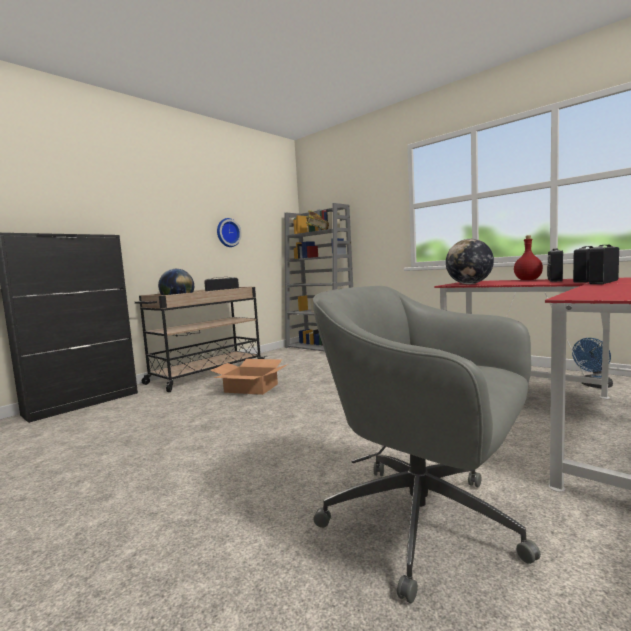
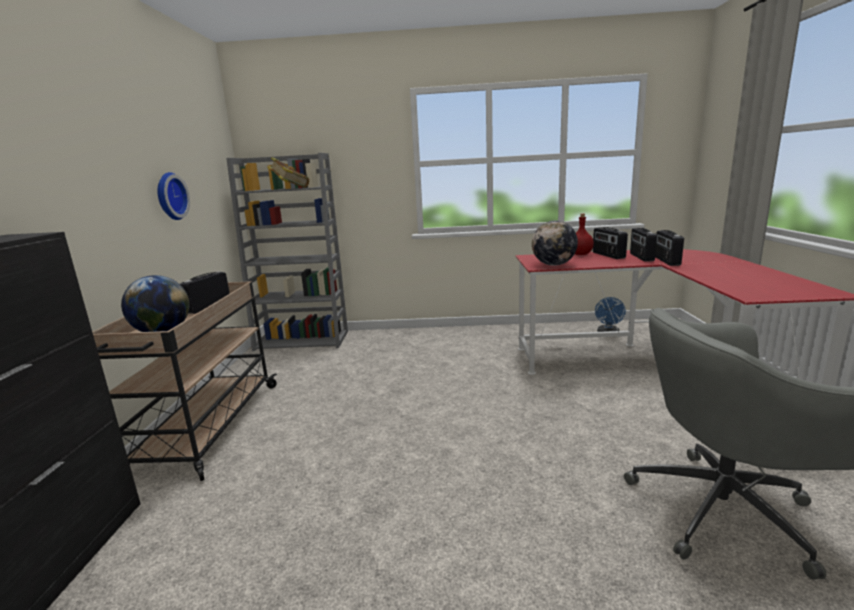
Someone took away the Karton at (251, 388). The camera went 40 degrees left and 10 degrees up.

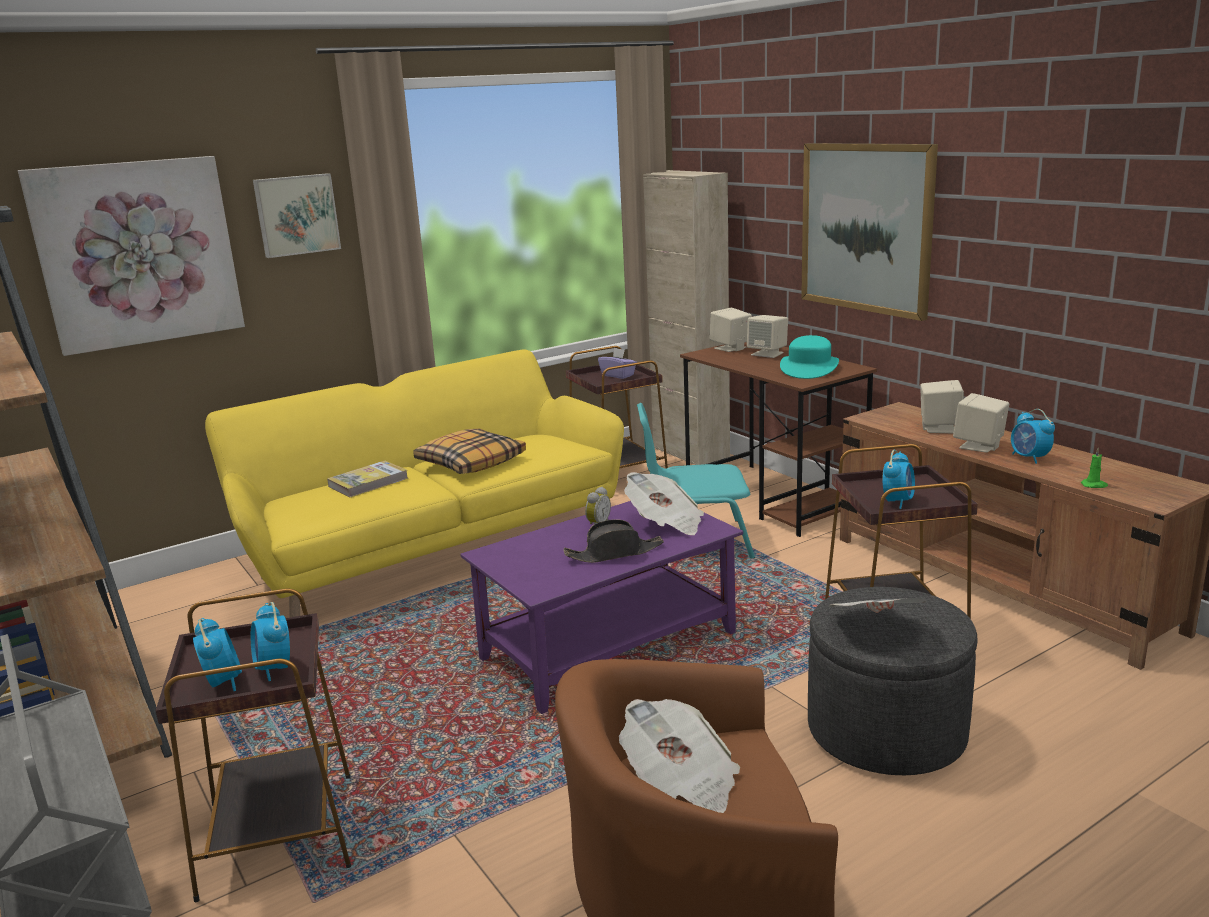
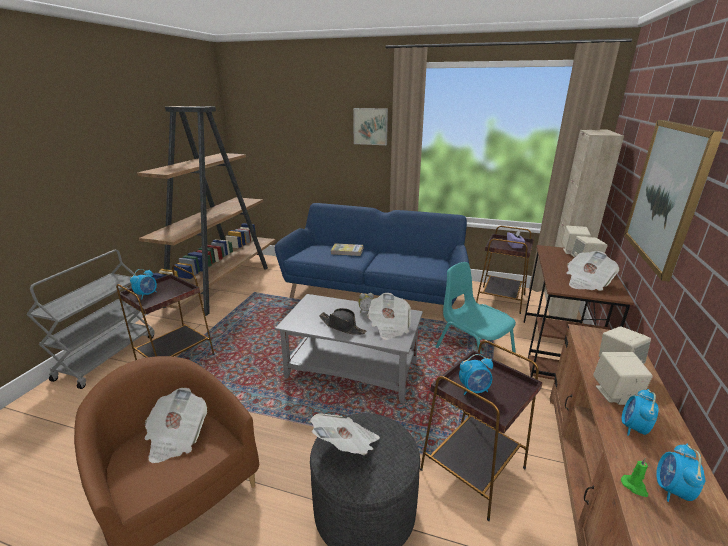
Someone repainted the Sofa (gelb) at (431, 552), which became the Sofa (blau) at (374, 292). Someone repainted the Couchtisch (lila) at (610, 645), which became the Couchtisch (grau) at (353, 370). Someone swapped the Hut (türkis) at (809, 368) for the Zeitung at (586, 282). Someone carried the Wecker from (274, 669) to (671, 490). Someone took away the Bild at (138, 253). Someone took away the Kissen at (470, 462). The camera went 50 degrees right and 5 degrees up.

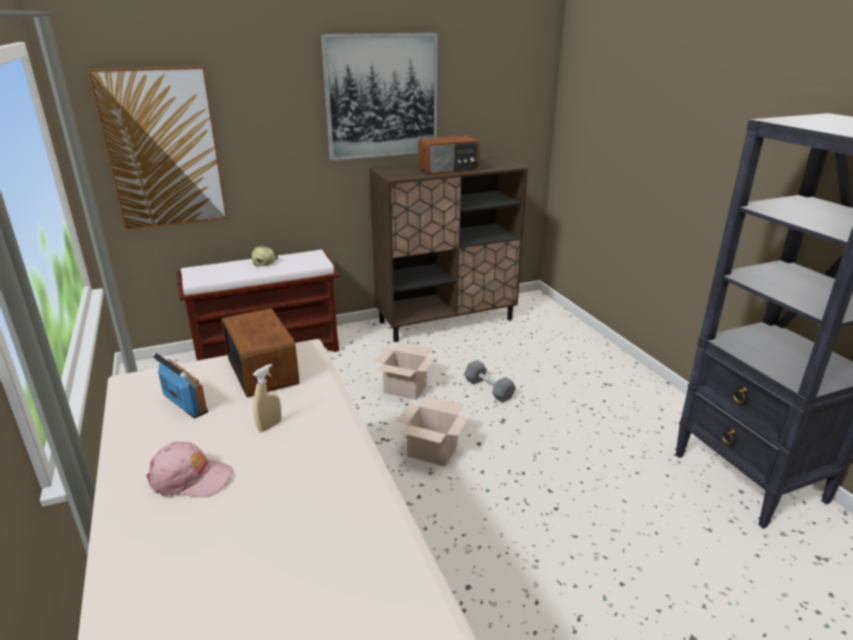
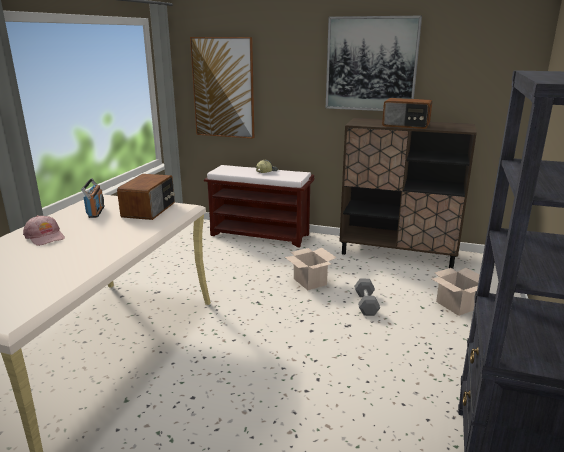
Someone carried the Karton from (431, 451) to (455, 305). Someone took away the Sprühflasche (beige) at (269, 426). The camera went 40 degrees right and 5 degrees down.

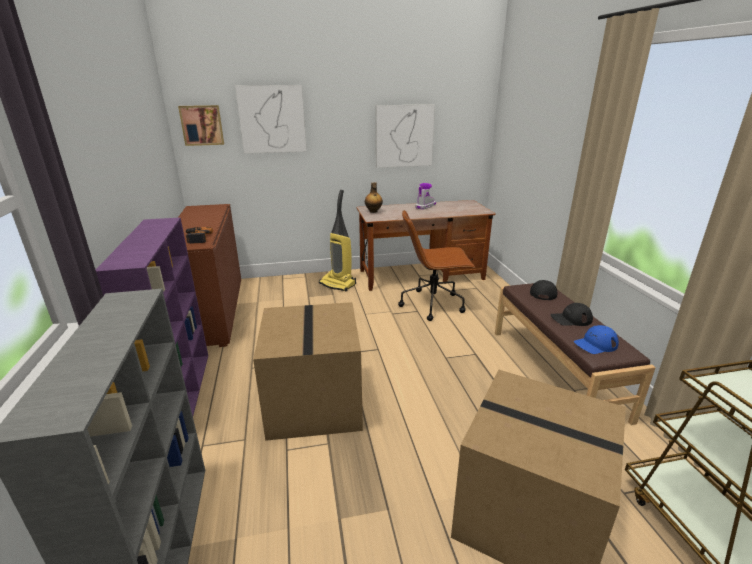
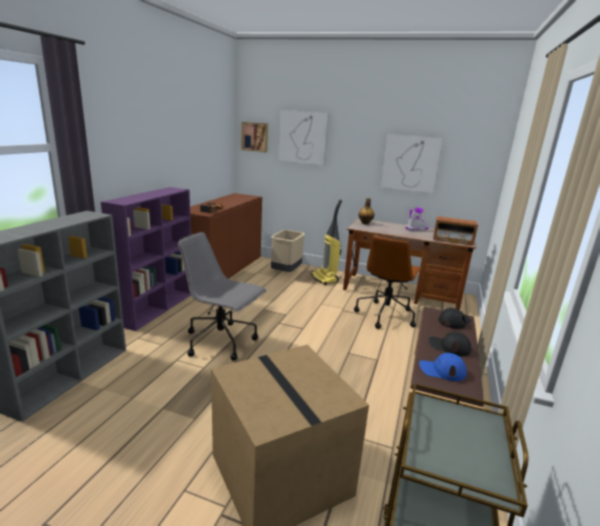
Someone swapped the Karton at (313, 402) for the Bürostuhl (grau) at (221, 342). Someone put down the Mülleimer (beige) at (286, 272). Someone rotated the Bürostuhl (braun) at (433, 304) by 90 degrees counterclockwise. Someone put down the Radio at (452, 240). The camera went 30 degrees right and 5 degrees down.

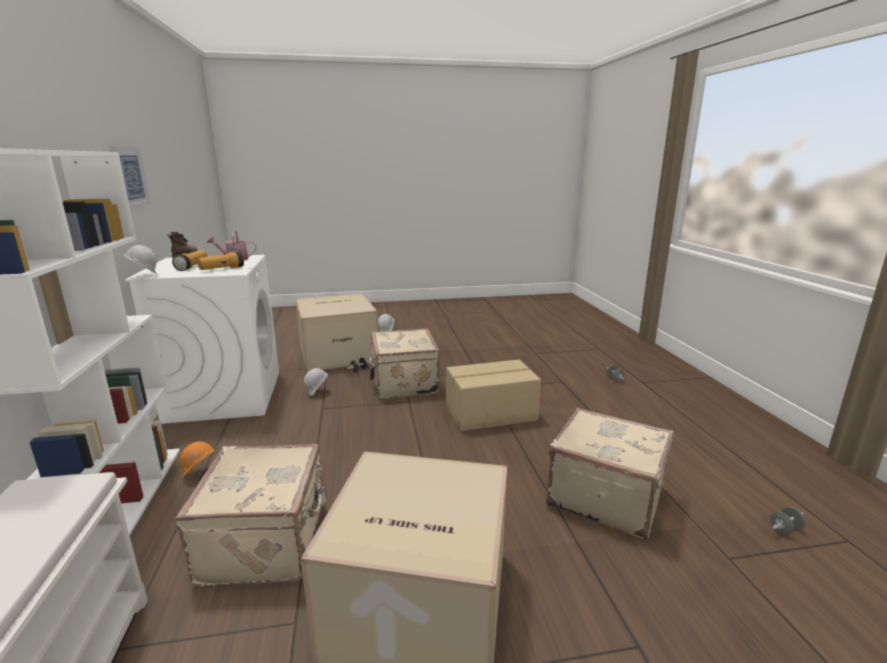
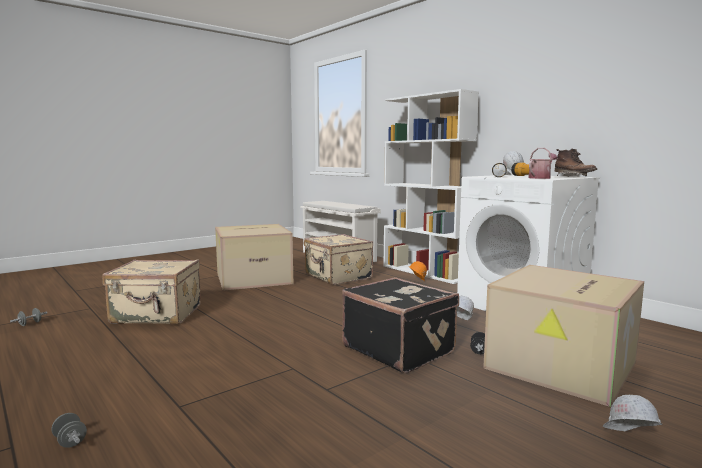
Someone repainted the Koffer (beige) at (403, 383), which became the Koffer (schwarz) at (399, 349). Someone took away the Bild at (129, 177). Someone took away the Karton at (491, 414). The camera went 150 degrees right and 10 degrees down.

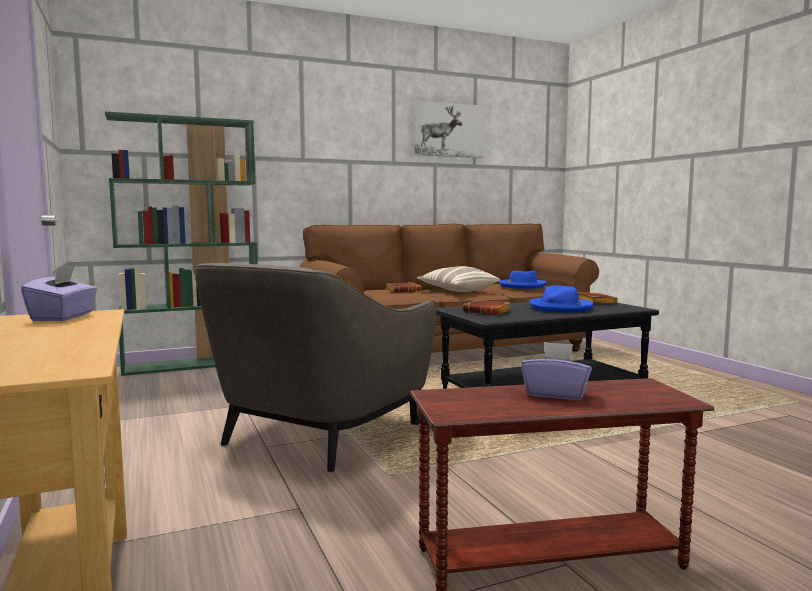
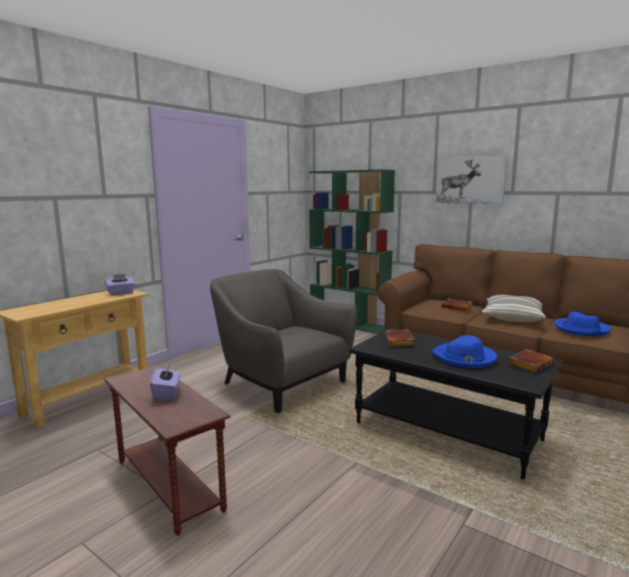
Someone rotated the Sessel (grau) at (318, 434) by 45 degrees clockwise. Someone carried the Bild from (448, 130) to (470, 180). The camera went 60 degrees right and 5 degrees up.

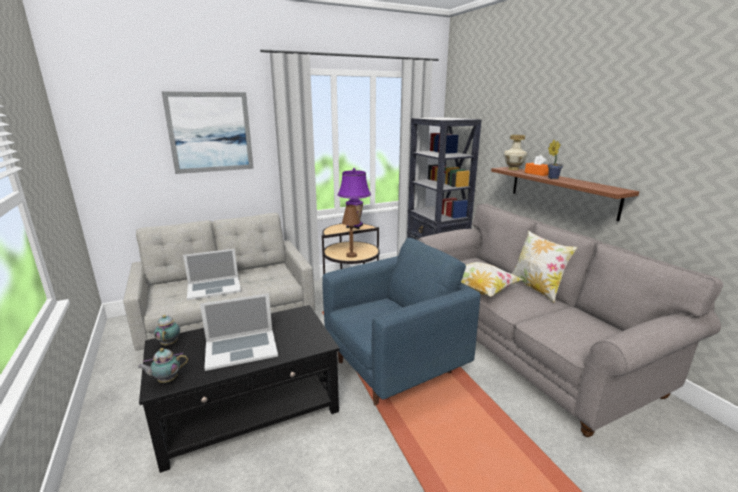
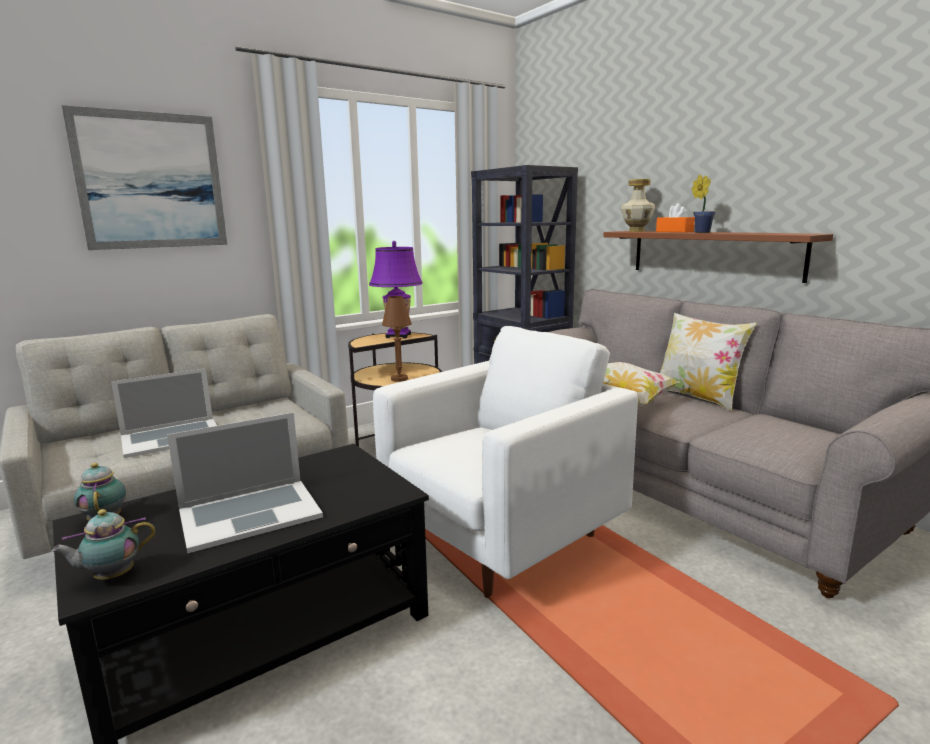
Someone repainted the Sessel (blau) at (394, 367), which became the Sessel (weiß) at (500, 539). The camera went 10 degrees left and 5 degrees down.

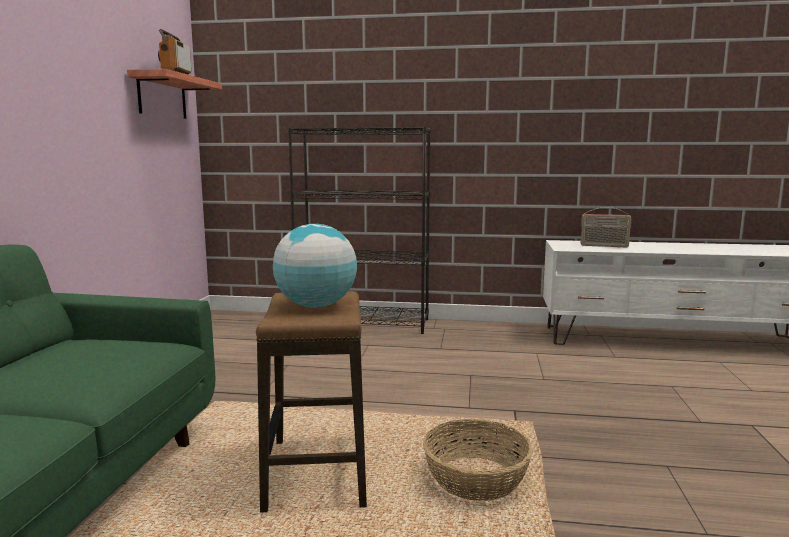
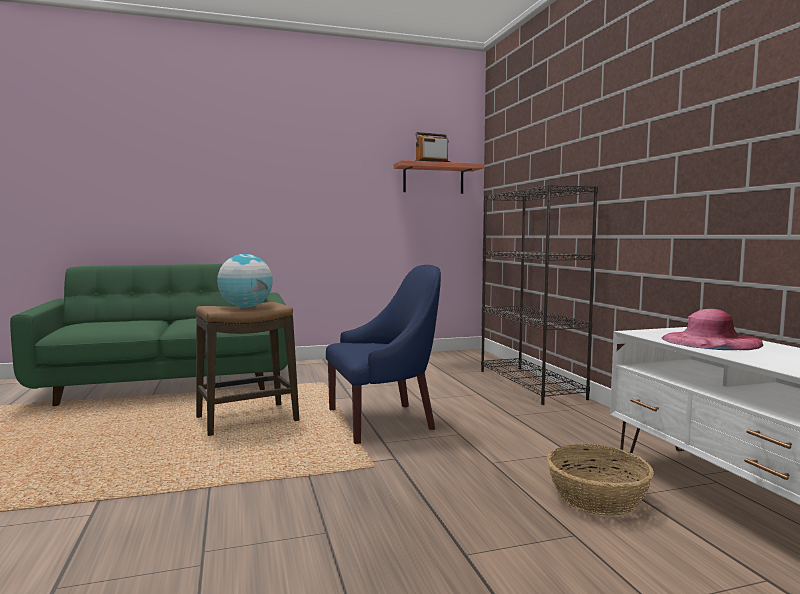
Someone put down the Sessel (blau) at (383, 421). Someone carried the Korb from (476, 479) to (598, 497). Someone swapped the Radio at (604, 246) for the Hut (rosa) at (710, 341). The camera went 65 degrees right and 5 degrees down.

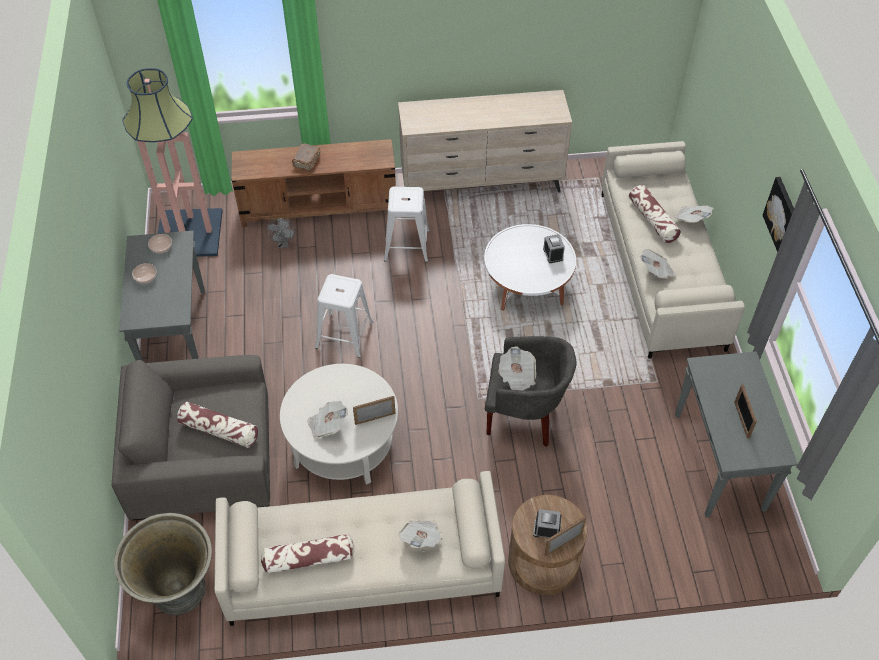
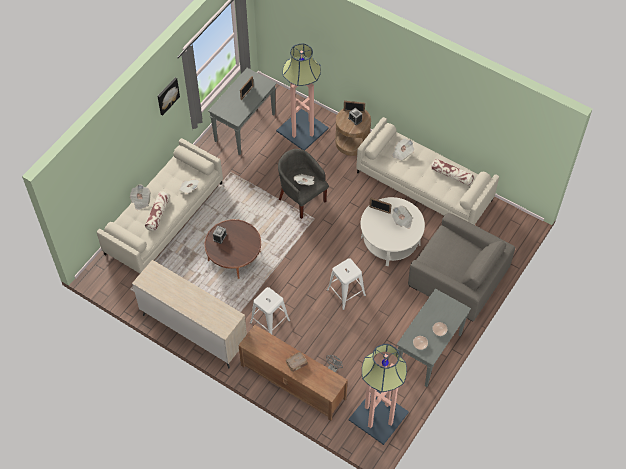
Someone repainted the Couchtisch (weiß) at (527, 284), which became the Couchtisch (braun) at (234, 256). Someone put down the Stehlampe at (302, 130). Someone took away the Pflanzkübel (grau) at (179, 592). Someone took away the Kissen at (219, 430). The camera went 140 degrees left and 5 degrees up.

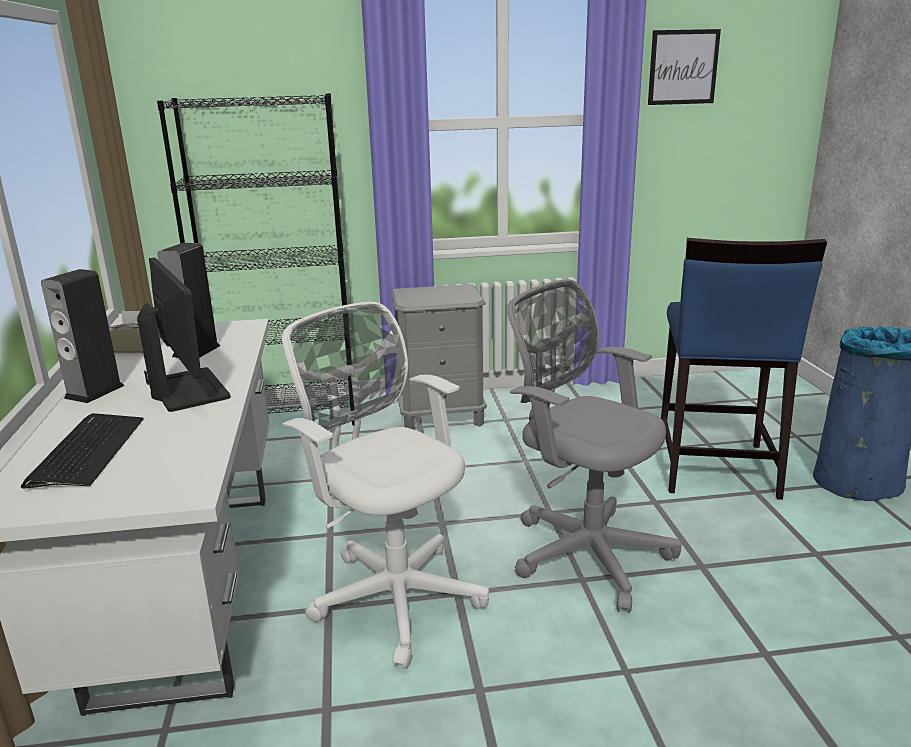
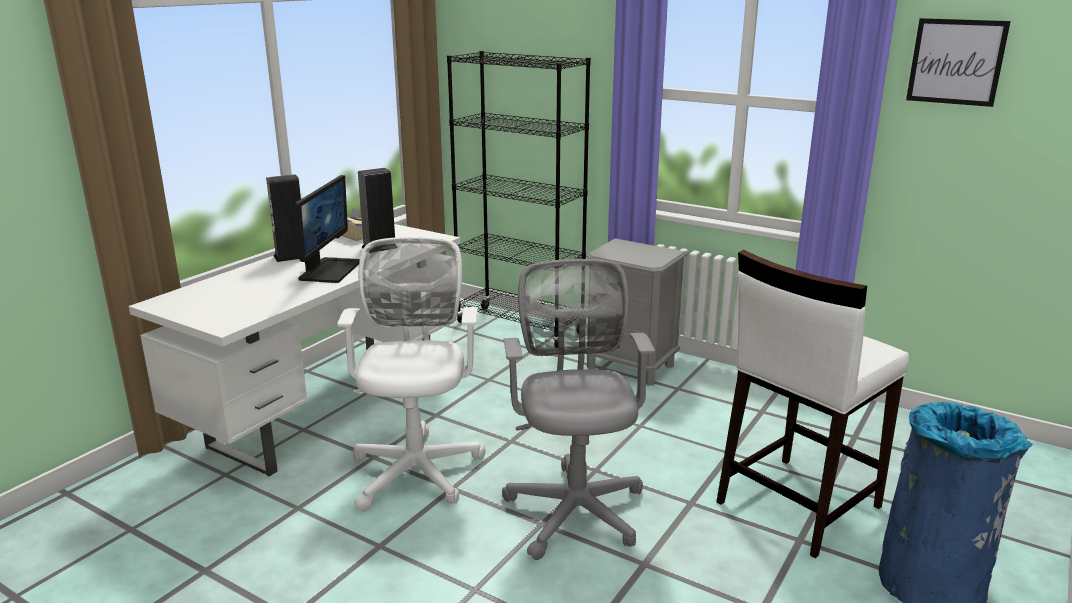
Someone repainted the Hocker (blau) at (715, 468), which became the Hocker (weiß) at (796, 504). Someone took away the Tastatur at (87, 451). The camera went 40 degrees right and 0 degrees up.

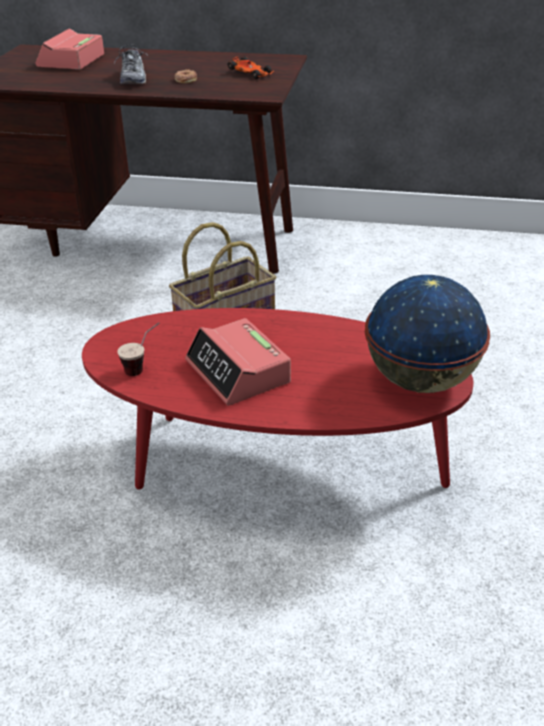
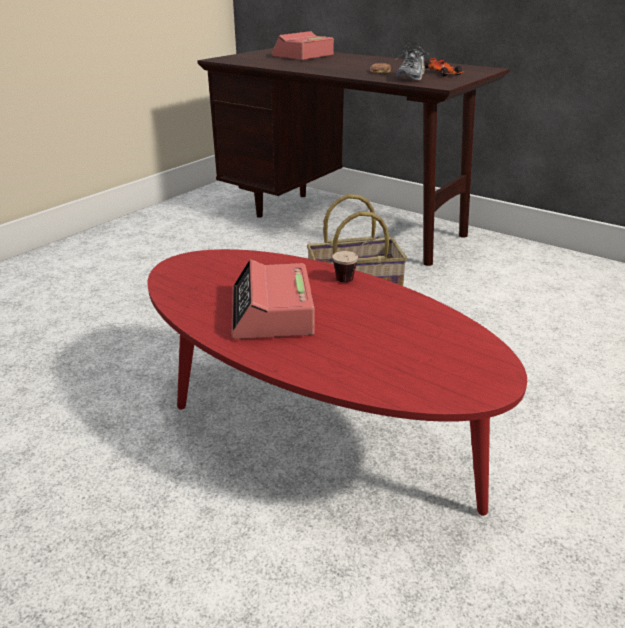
Someone carried the Tasse from (143, 367) to (354, 278). Someone carried the Schuh from (133, 79) to (411, 77). Someone took away the Globus at (421, 380). The camera went 25 degrees right and 5 degrees down.

